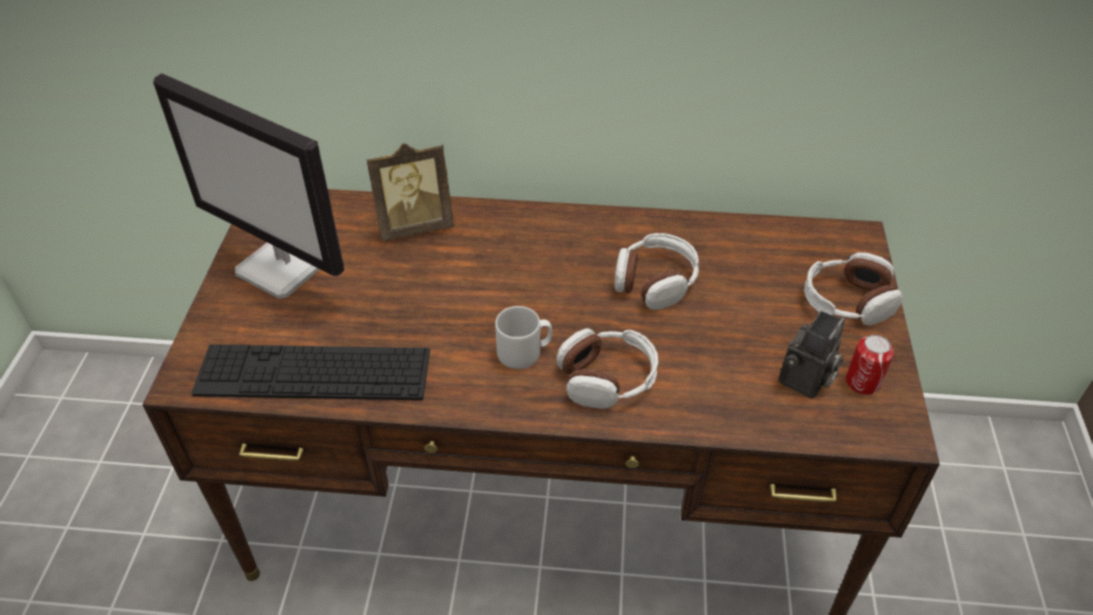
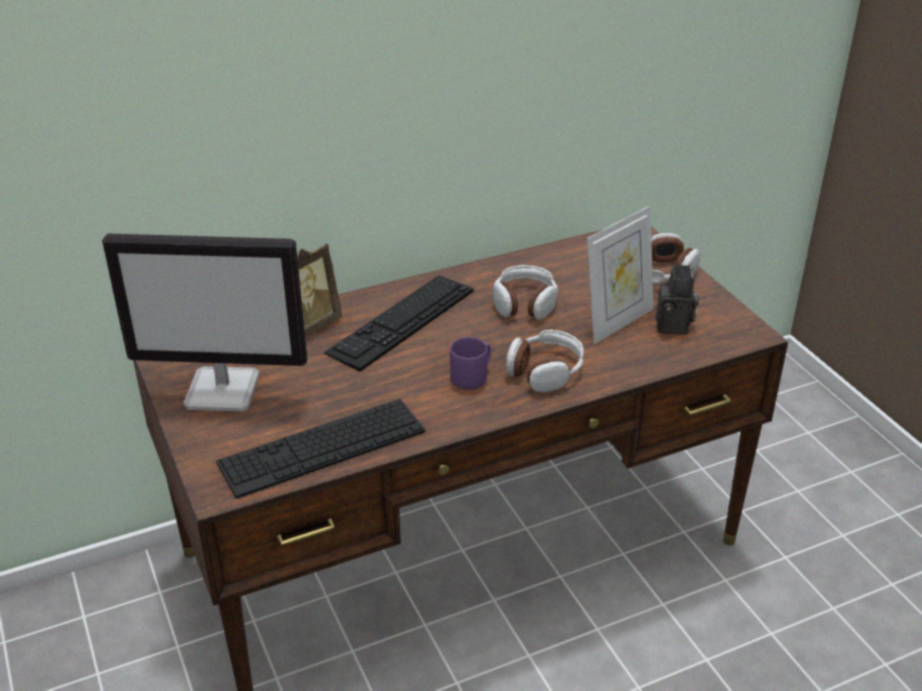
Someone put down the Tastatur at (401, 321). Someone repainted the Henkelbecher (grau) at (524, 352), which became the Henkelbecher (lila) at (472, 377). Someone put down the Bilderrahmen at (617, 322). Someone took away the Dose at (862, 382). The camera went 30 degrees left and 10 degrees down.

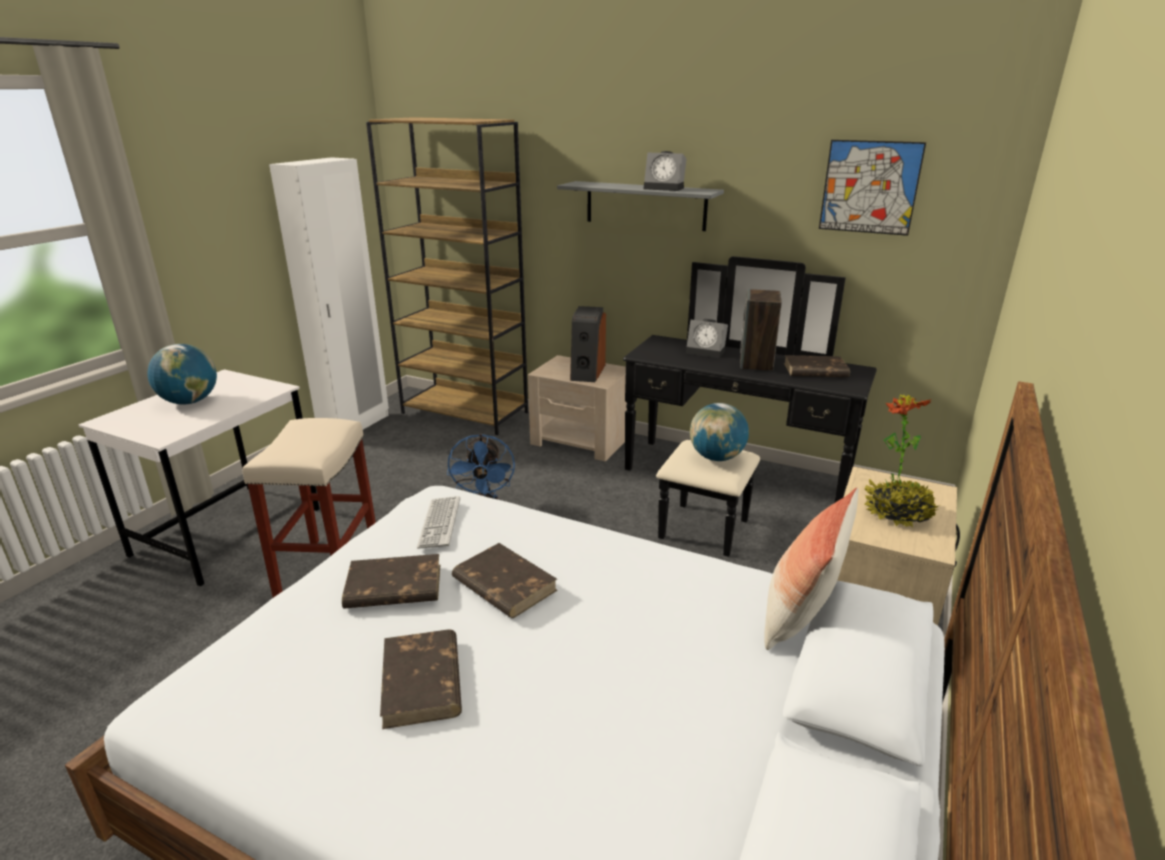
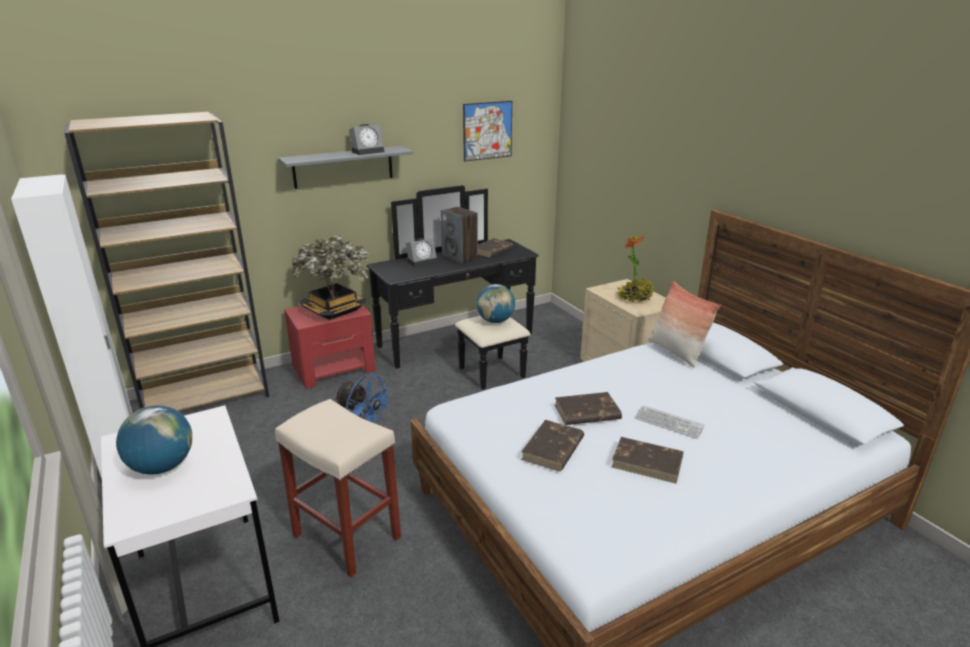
Someone repainted the Nachttisch (beige) at (581, 440), which became the Nachttisch (rot) at (334, 368). Someone swapped the Lautsprecher at (587, 372) for the Topfpflanze at (334, 310). Someone carried the Tastatur from (439, 523) to (669, 423). The camera went 55 degrees left and 0 degrees up.

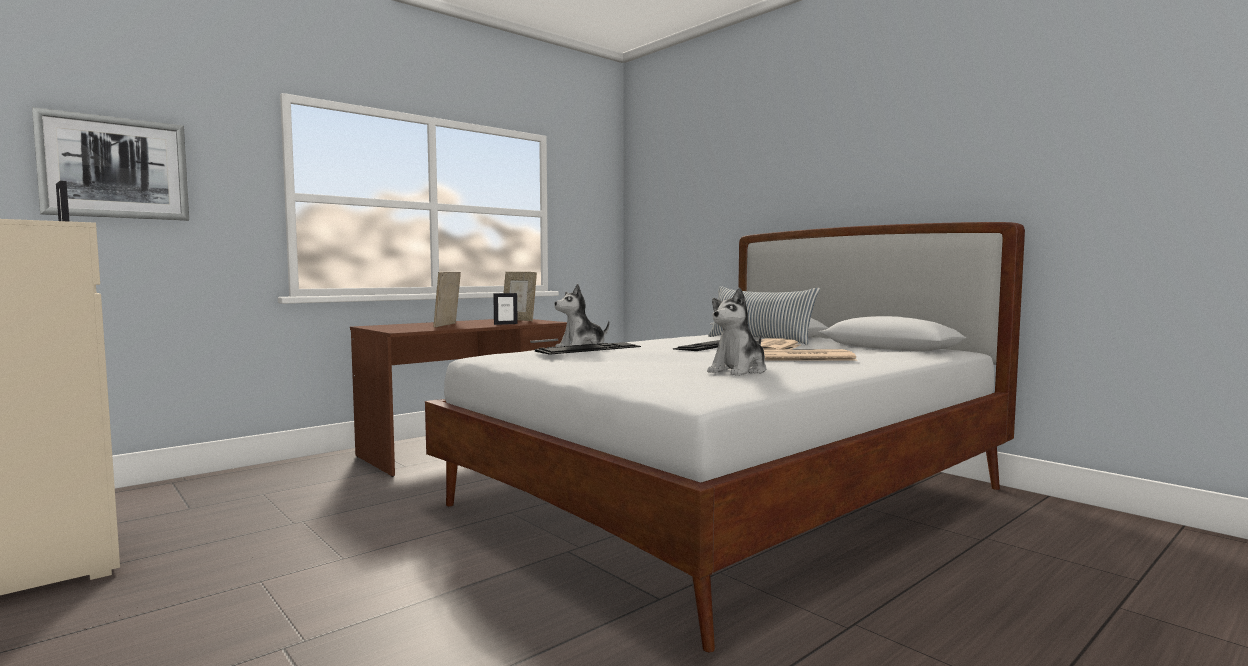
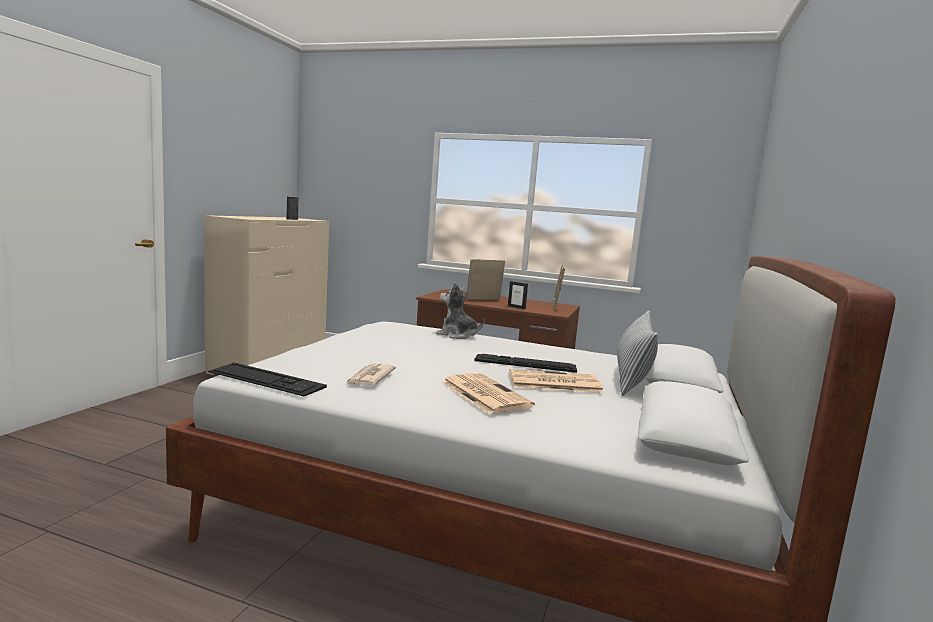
Someone carried the Tastatur from (589, 349) to (266, 379). Someone swapped the Plüschtier at (739, 371) for the Zeitung at (369, 378). Someone took away the Bild at (115, 168). The camera went 60 degrees right and 5 degrees up.

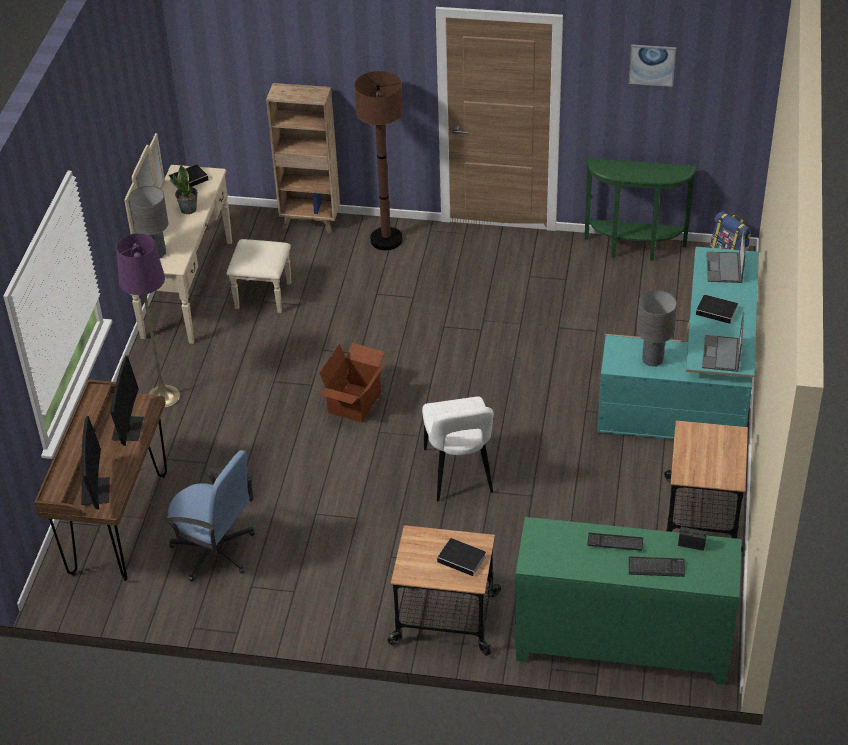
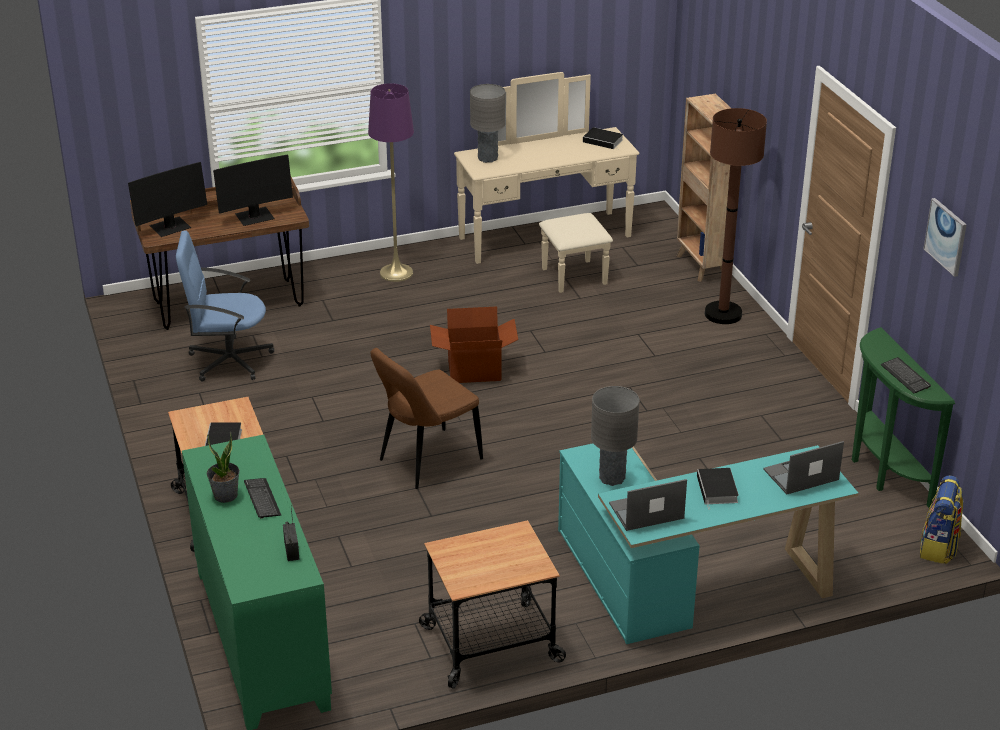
Someone rotated the Bürostuhl (blau) at (215, 551) by 90 degrees clockwise. Someone carried the Topfpflanze from (189, 209) to (225, 495). Someone repainted the Stuhl (weiß) at (459, 474), which became the Stuhl (braun) at (426, 461). Someone carried the Tastatur from (656, 567) to (905, 376). The camera went 60 degrees right and 10 degrees down.

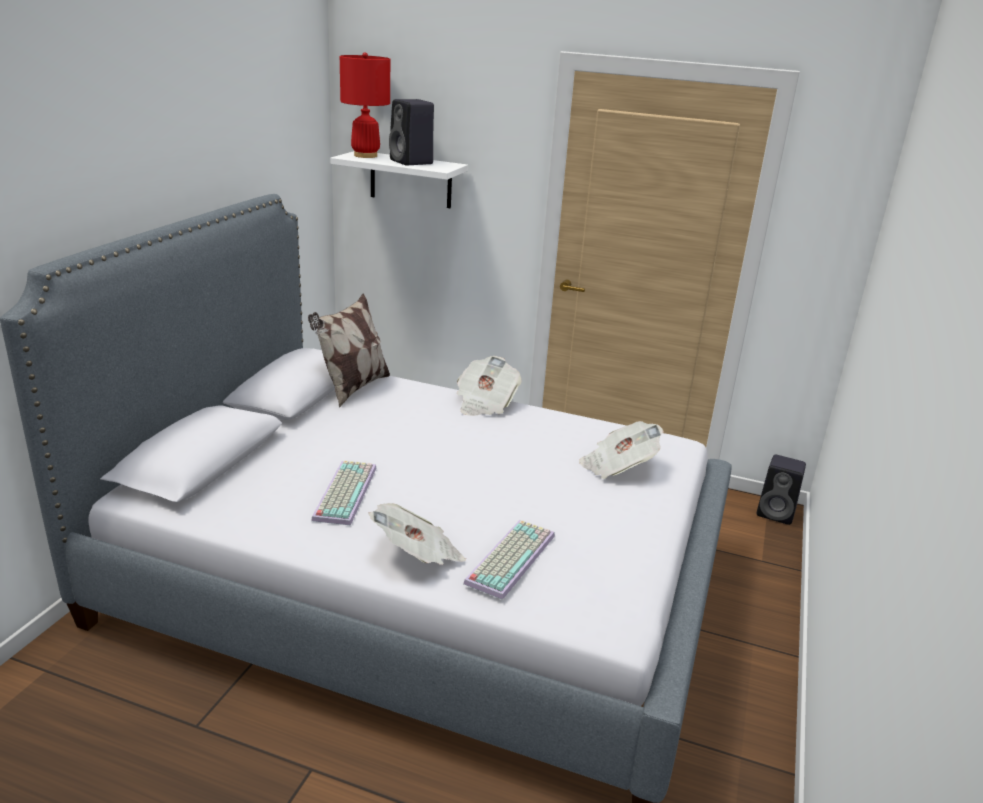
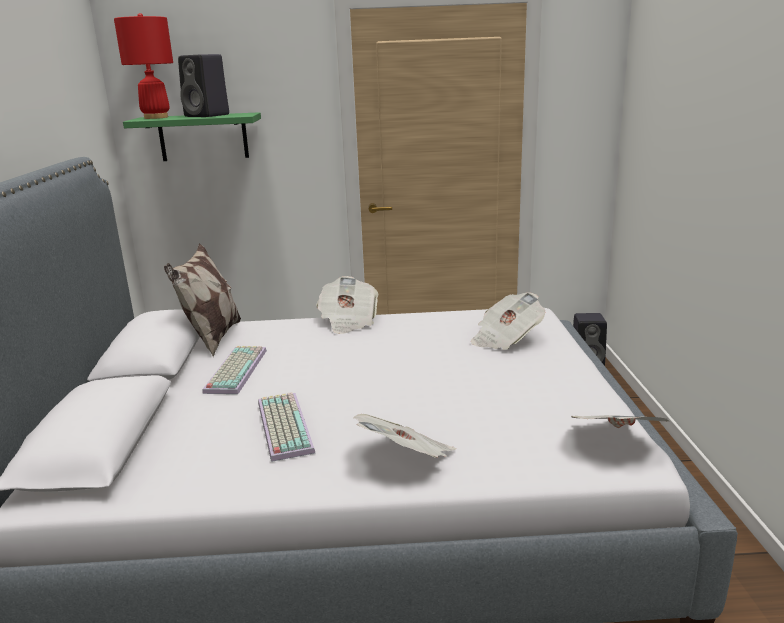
Someone repainted the Wandregal (weiß) at (410, 180), which became the Wandregal (grün) at (203, 137). Someone carried the Tastatur from (509, 557) to (235, 370). Someone put down the Zeitung at (615, 441). The camera went 20 degrees left and 5 degrees down.

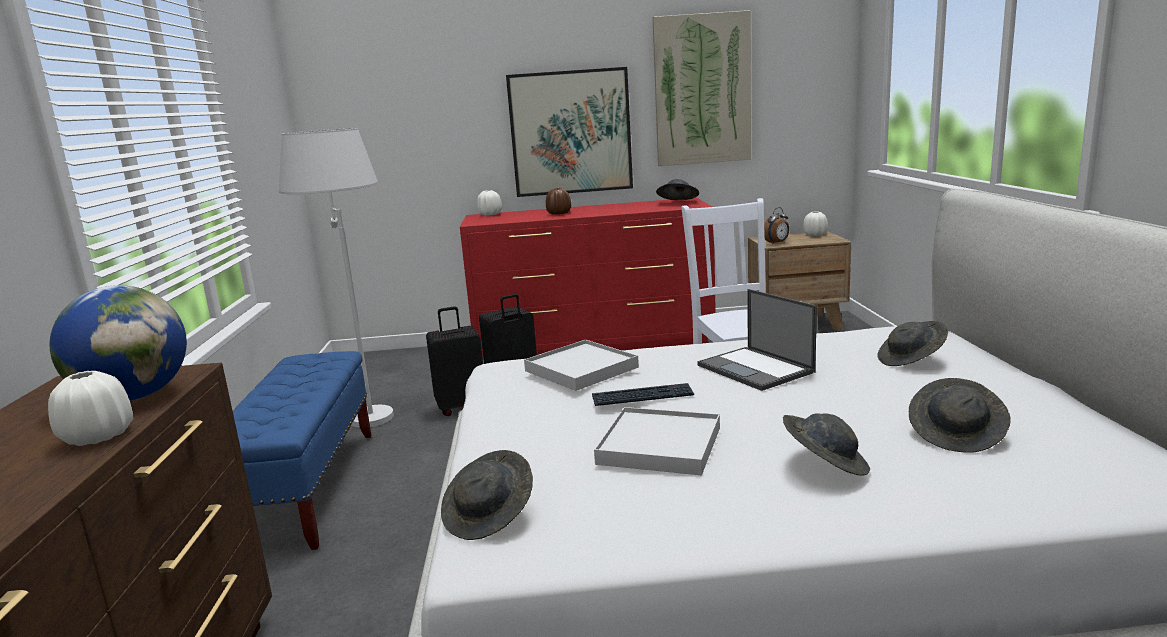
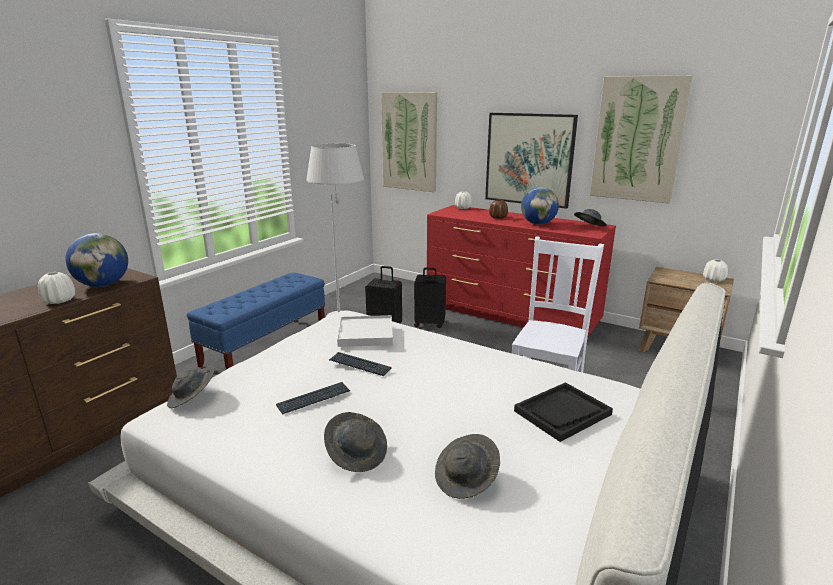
Someone swapped the Tablett (weiß) at (660, 445) for the Tastatur at (314, 399). Someone put up the Bild at (409, 142). Someone swapped the Hut (grau) at (911, 360) for the Tablett (schwarz) at (562, 413). Someone put down the Globus at (538, 223). Someone took away the Laptop at (756, 369). Someone took away the Wecker at (777, 243). The camera went 35 degrees right and 5 degrees up.

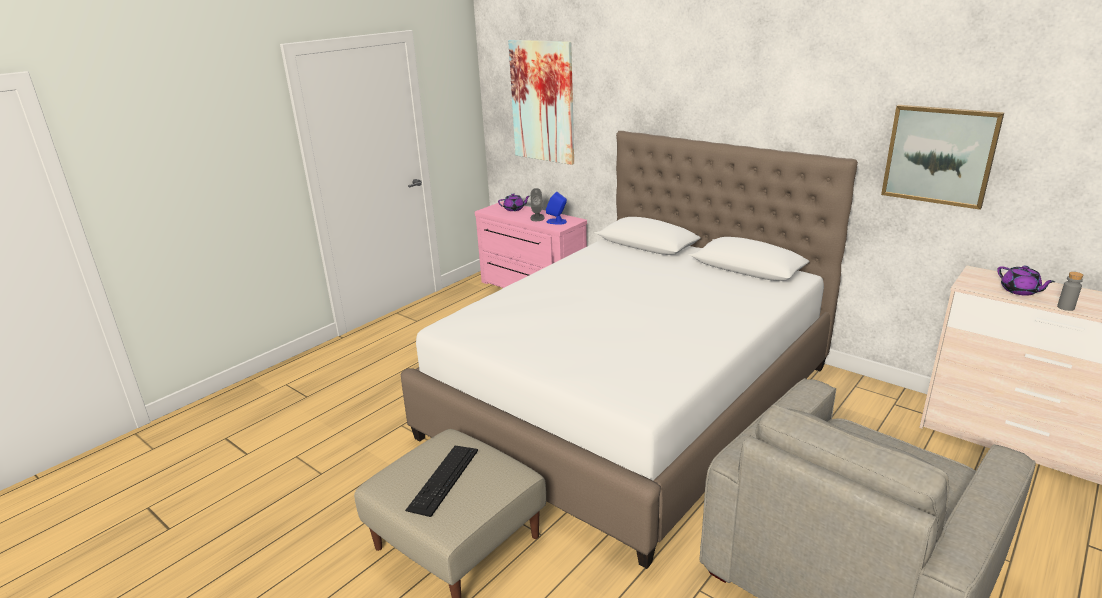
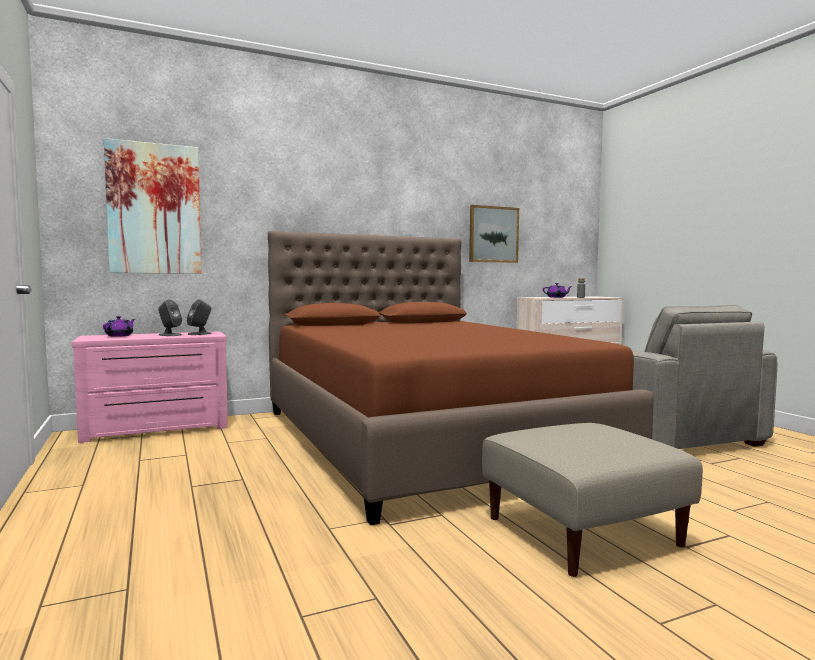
Someone repainted the Lautsprecher (blau) at (556, 222), which became the Lautsprecher (grau) at (200, 334). Someone repainted the Bett (weiß) at (631, 401), which became the Bett (braun) at (427, 438). Someone took away the Tastatur at (443, 479). The camera went 65 degrees left and 20 degrees down.

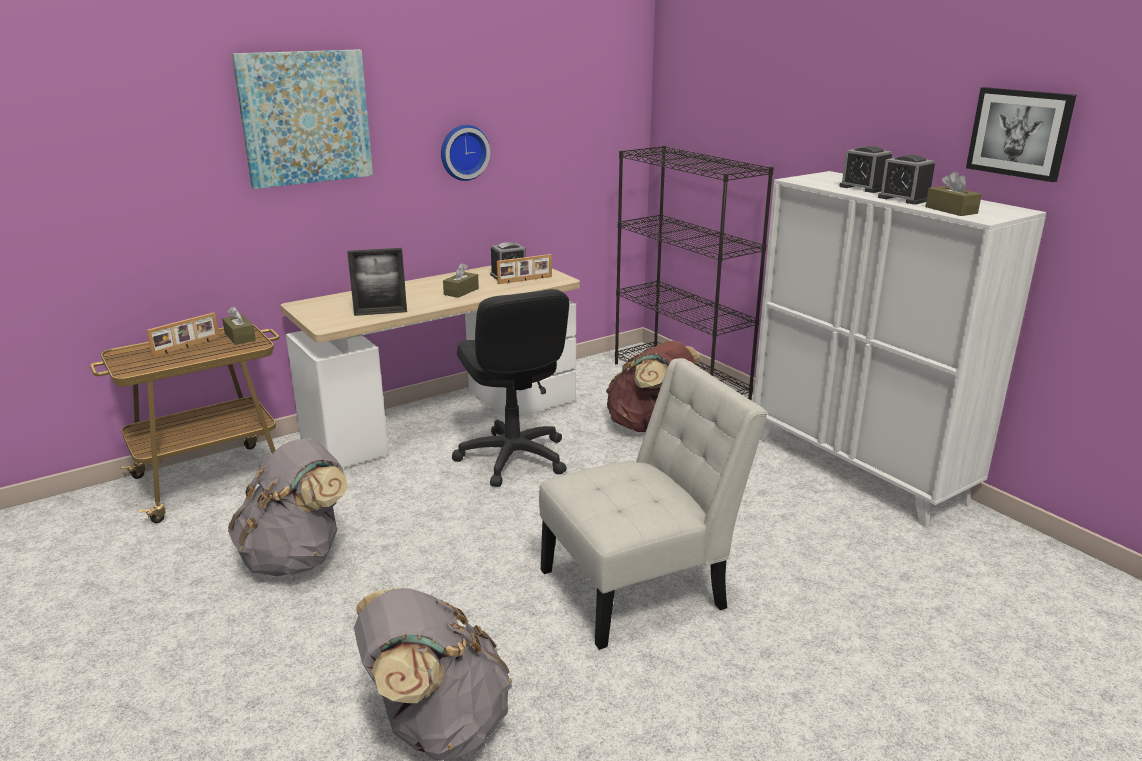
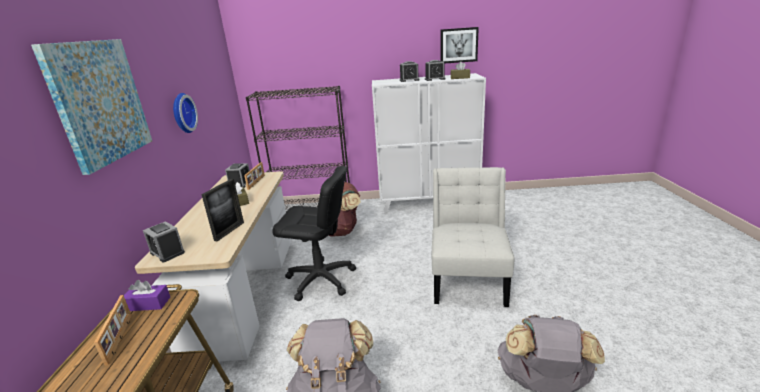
Someone repainted the Taschentuchbox (braun) at (240, 337), which became the Taschentuchbox (lila) at (148, 304). Someone put down the Wecker at (167, 253). The camera went 55 degrees left and 0 degrees up.

